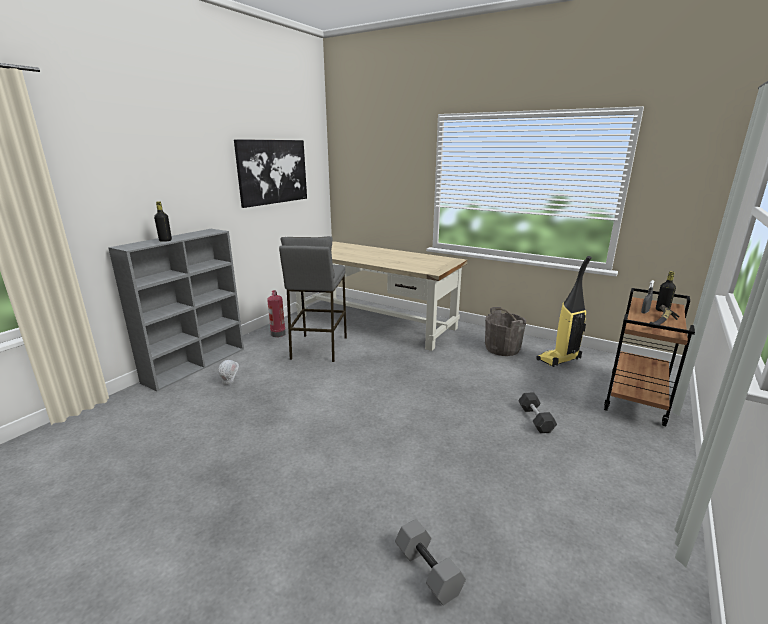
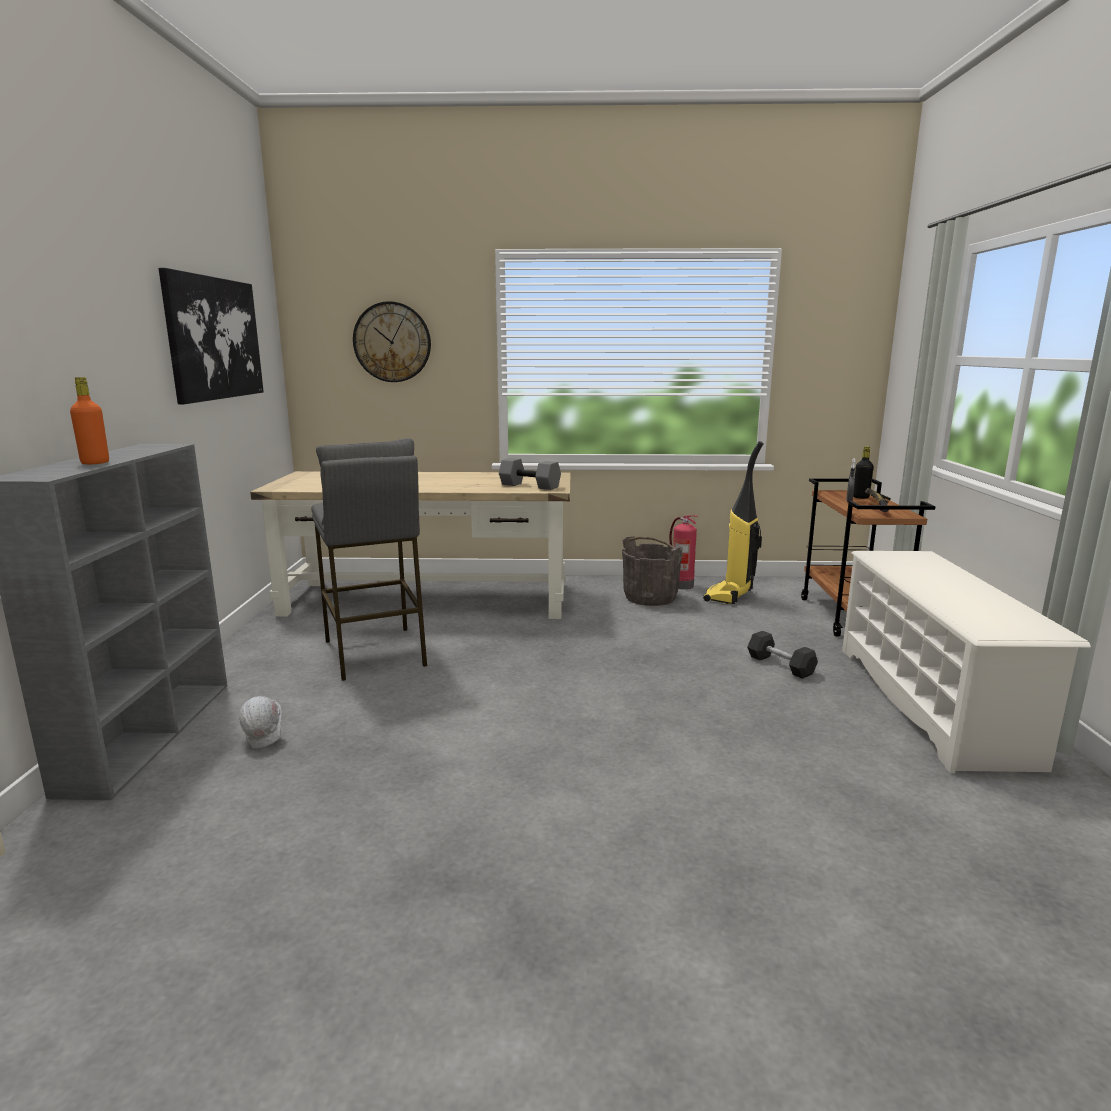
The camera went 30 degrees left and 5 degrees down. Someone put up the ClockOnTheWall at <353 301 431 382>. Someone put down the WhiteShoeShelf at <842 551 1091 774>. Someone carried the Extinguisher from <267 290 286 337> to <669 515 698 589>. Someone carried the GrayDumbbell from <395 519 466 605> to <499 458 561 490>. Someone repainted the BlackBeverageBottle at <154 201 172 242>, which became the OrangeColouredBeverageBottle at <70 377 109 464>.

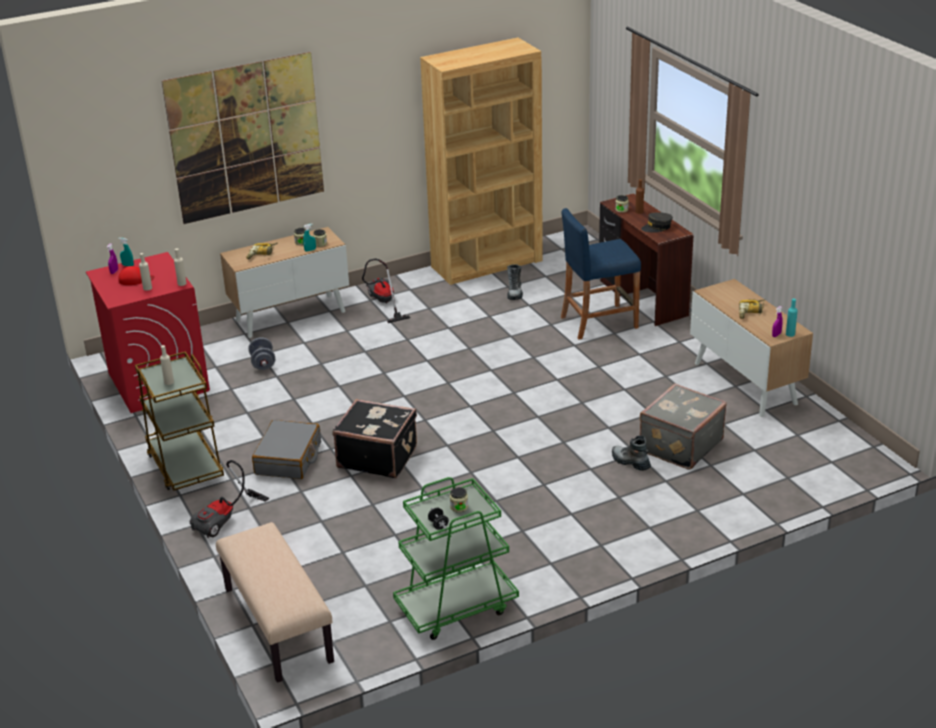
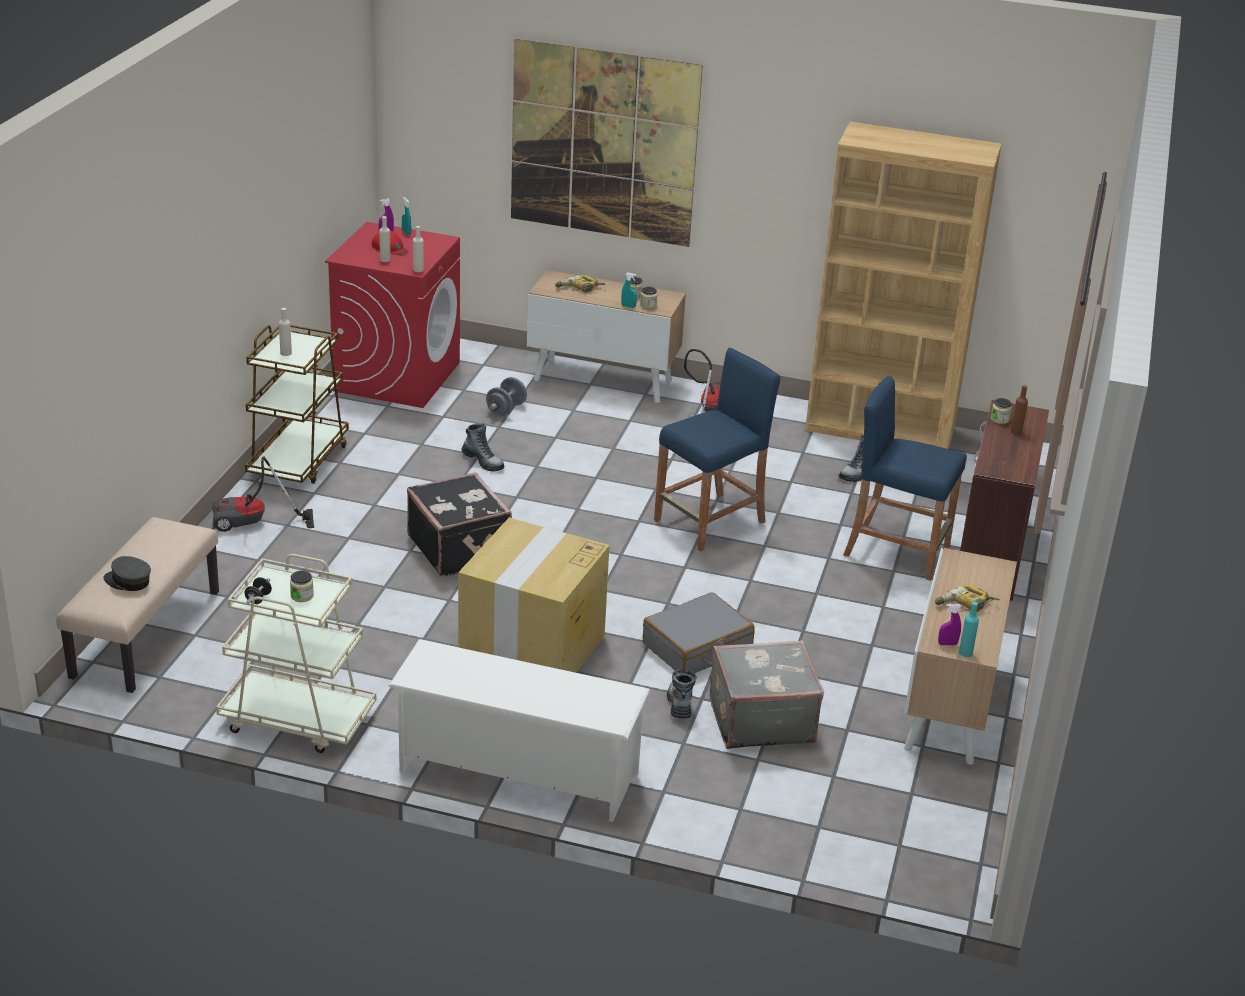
The camera went 40 degrees right and 0 degrees up. Someone put down the WhiteShoeShelf at <388 639 650 822>. Someone put down the CardboardBox at <458 518 609 673>. Someone put down the Boot at <462 423 504 472>. Someone put down the BlueStool at <654 348 780 552>. Someone carried the GrayPieceOfLuggage from <252 420 321 479> to <643 592 755 673>. Someone carried the GrayCap from <641 212 673 232> to <103 556 151 591>. Someone repainted the GreenColouredTrolley at <393 477 519 640>, which became the SandColouredTrolley at <216 554 376 753>.

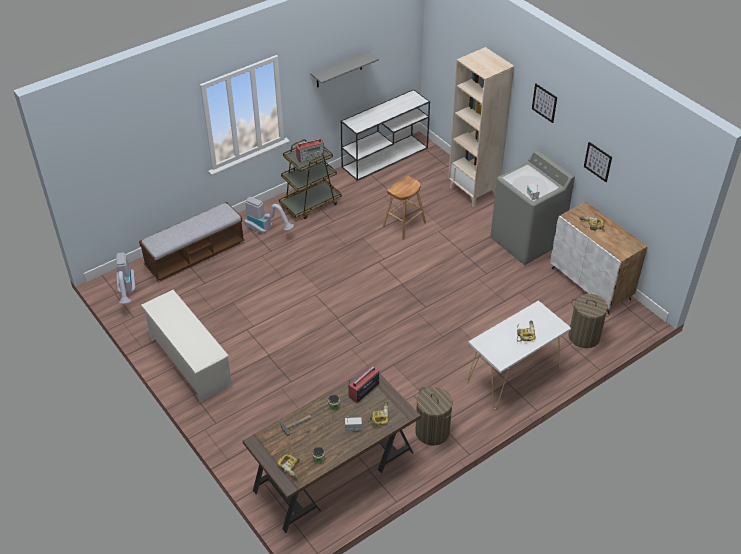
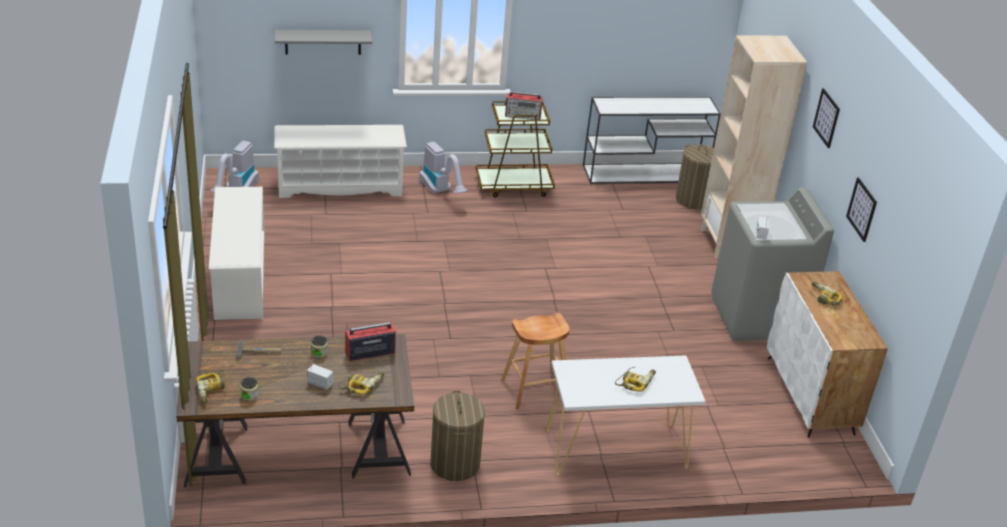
The camera went 25 degrees right and 10 degrees down. Someone carried the GrayWallShelf from <310 50 379 87> to <275 30 372 55>. Someone carried the BrownishStool from <382 176 426 240> to <501 313 570 410>. Someone carried the Hamper from <568 294 611 348> to <676 144 714 209>. Someone swapped the Bench at <139 202 244 281> for the WhiteShoeShelf at <274 125 407 198>.

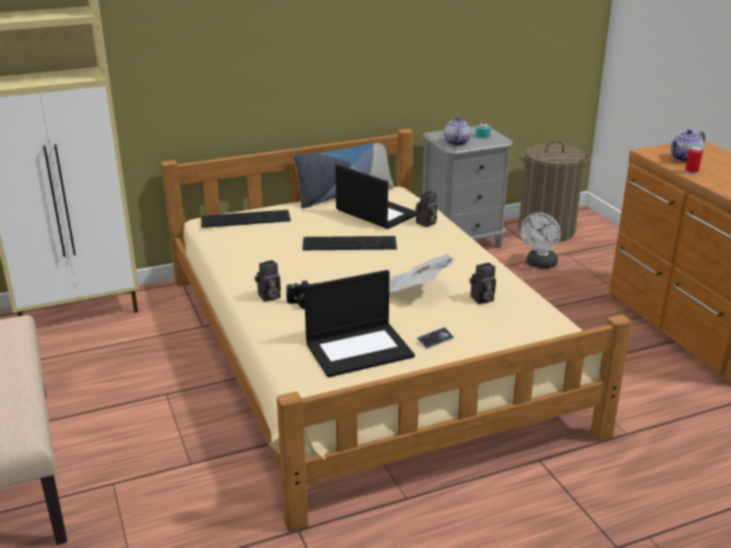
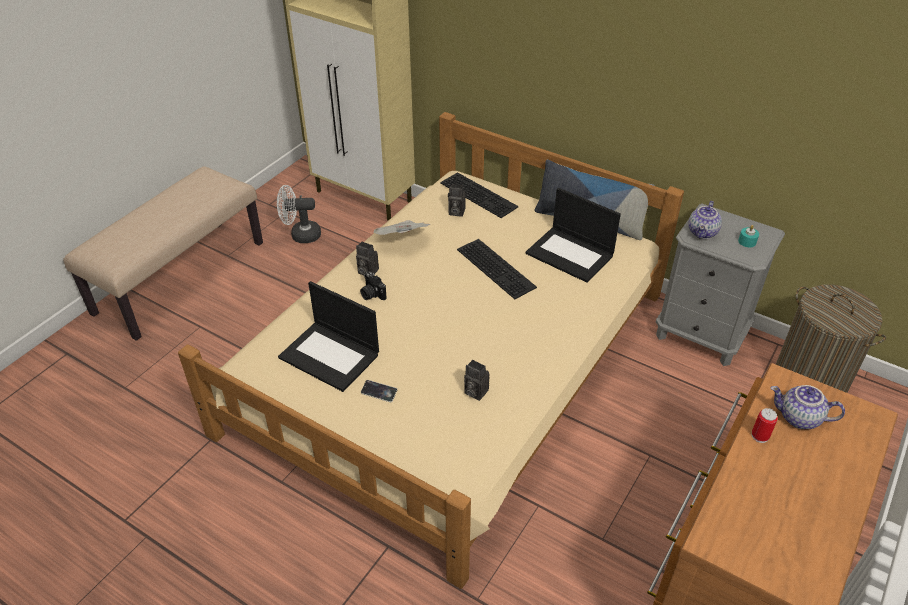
The camera went 55 degrees right and 15 degrees up. Someone carried the DailyPaper from <389 254 454 293> to <373 220 430 235>. Someone carried the PhotoCamera from <415 191 437 227> to <448 184 466 217>. Someone carried the WhiteElectricFan from <520 213 561 269> to <277 185 321 243>. Someone rotated the NotebookComputer at <335 164 416 229> by 120 degrees clockwise. Someone rotated the PotForTea at <444 117 471 146> by 150 degrees clockwise.

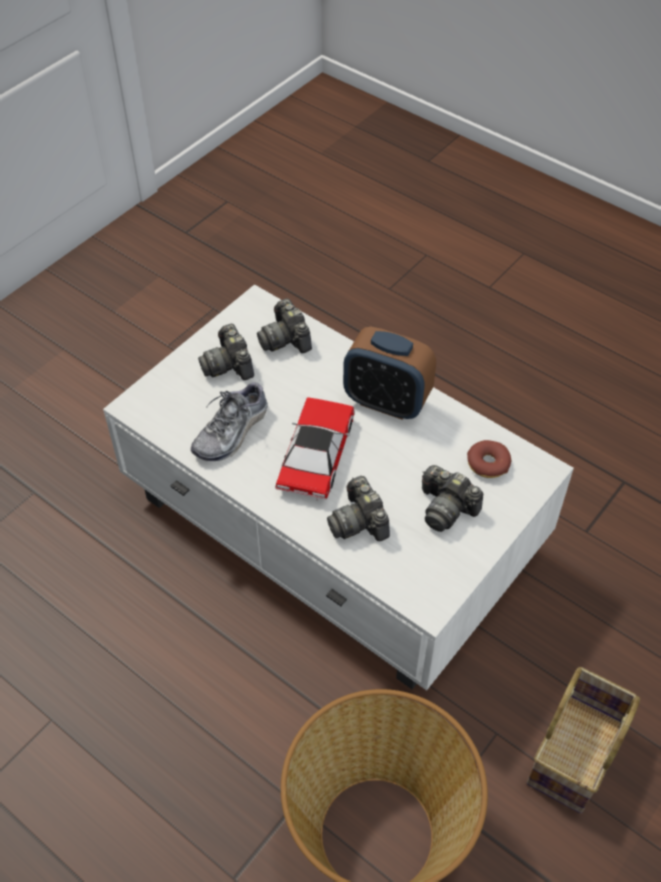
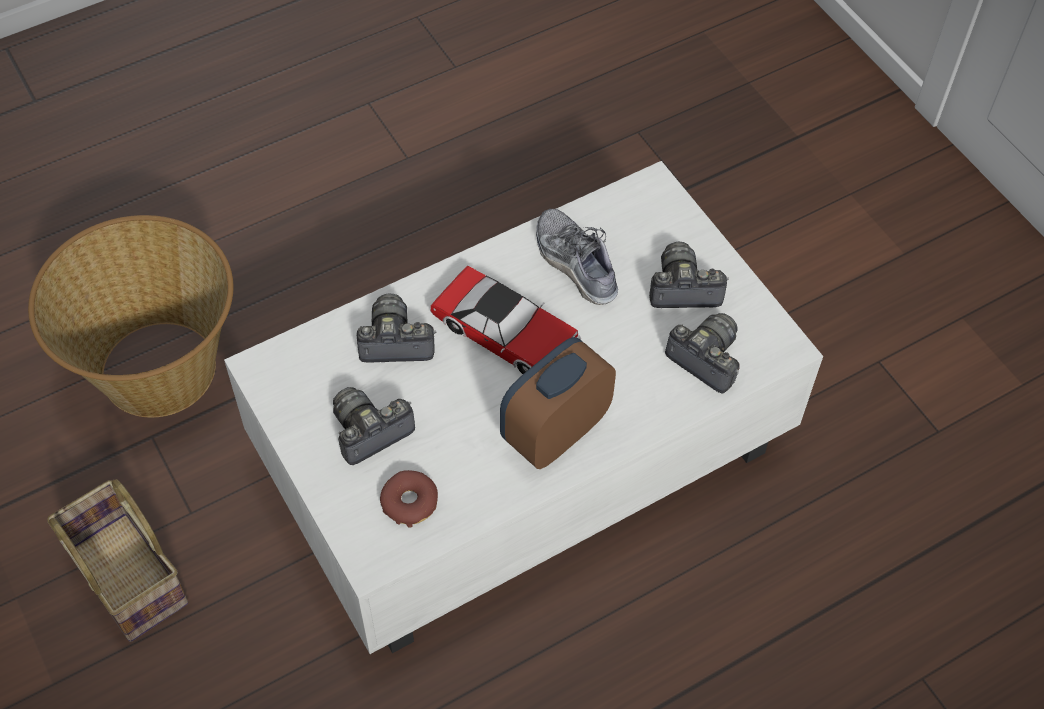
The camera went 110 degrees right and 5 degrees up. Someone rotated the PhotoCamera at <257 299 312 353> by 45 degrees clockwise.

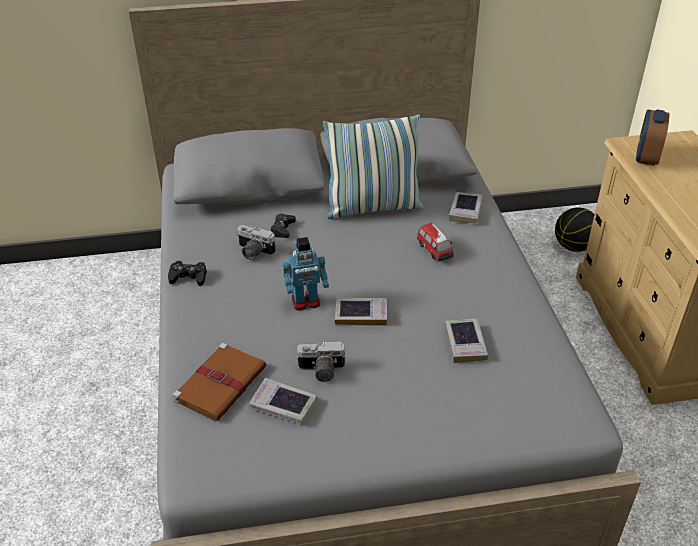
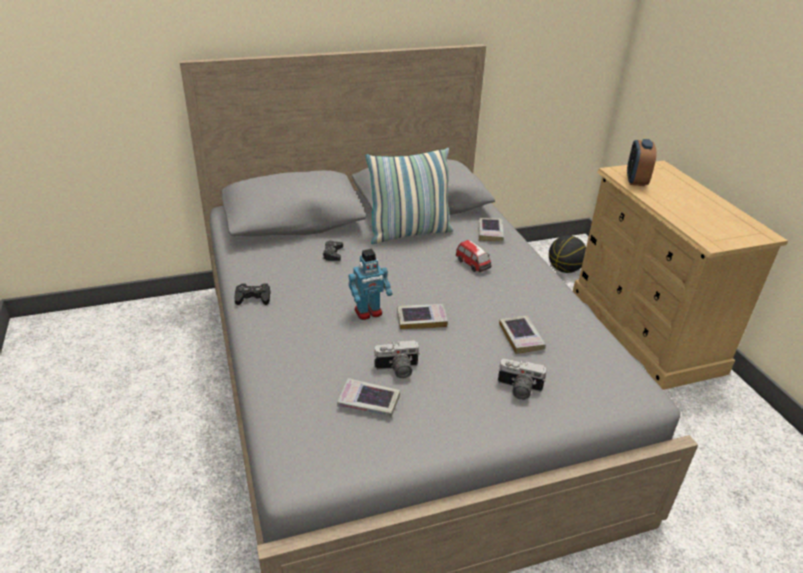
The camera went 10 degrees left and 5 degrees down. Someone took away the BrownishVolume at <172 343 267 421>. Someone carried the PhotoCamera from <236 225 276 260> to <498 359 546 400>.

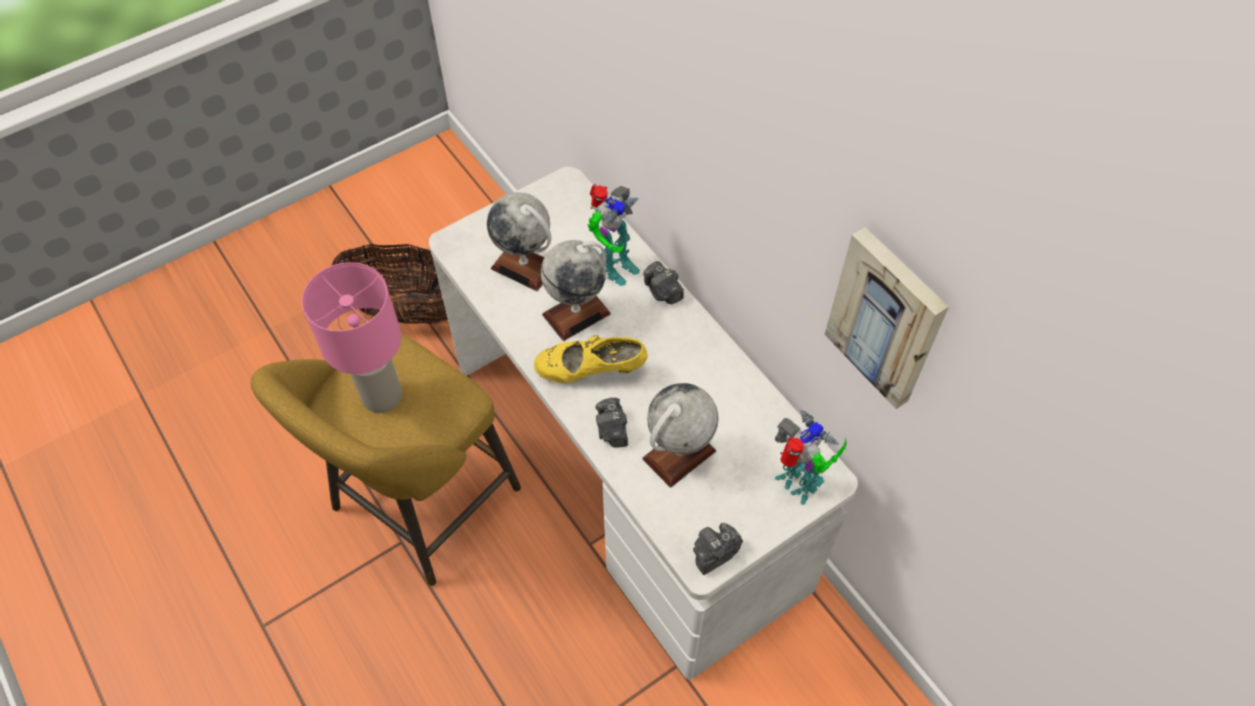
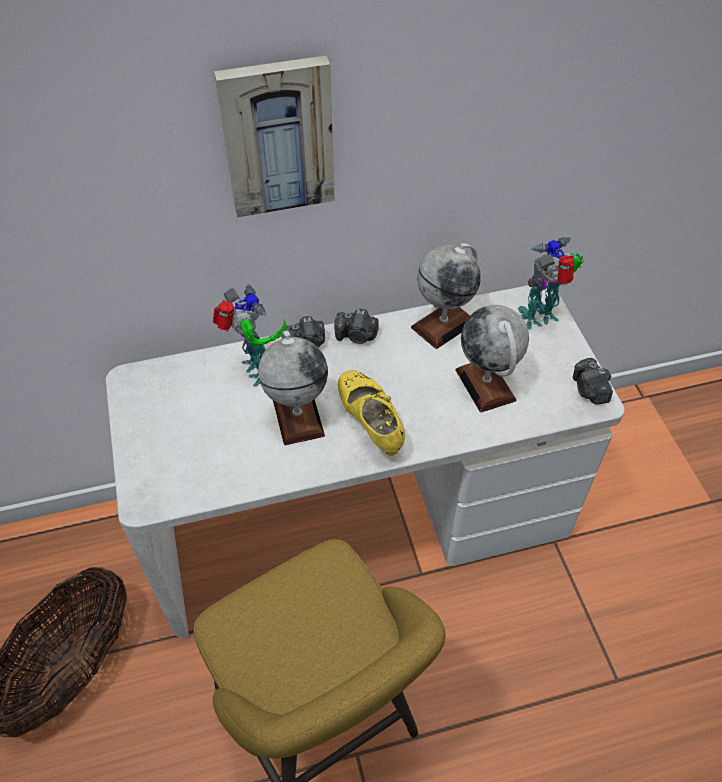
The camera went 70 degrees left and 5 degrees down. Someone took away the PinkTabletopLamp at <302 262 402 413>. Someone carried the Globe from <487 192 551 291> to <411 243 481 349>. Someone carried the PhotoCamera from <595 398 628 448> to <334 309 379 344>. Someone carried the Picture from <825 227 949 409> to <214 55 335 217>. Someone rotated the YellowLowShoe at <534 335 648 383> by 135 degrees clockwise.

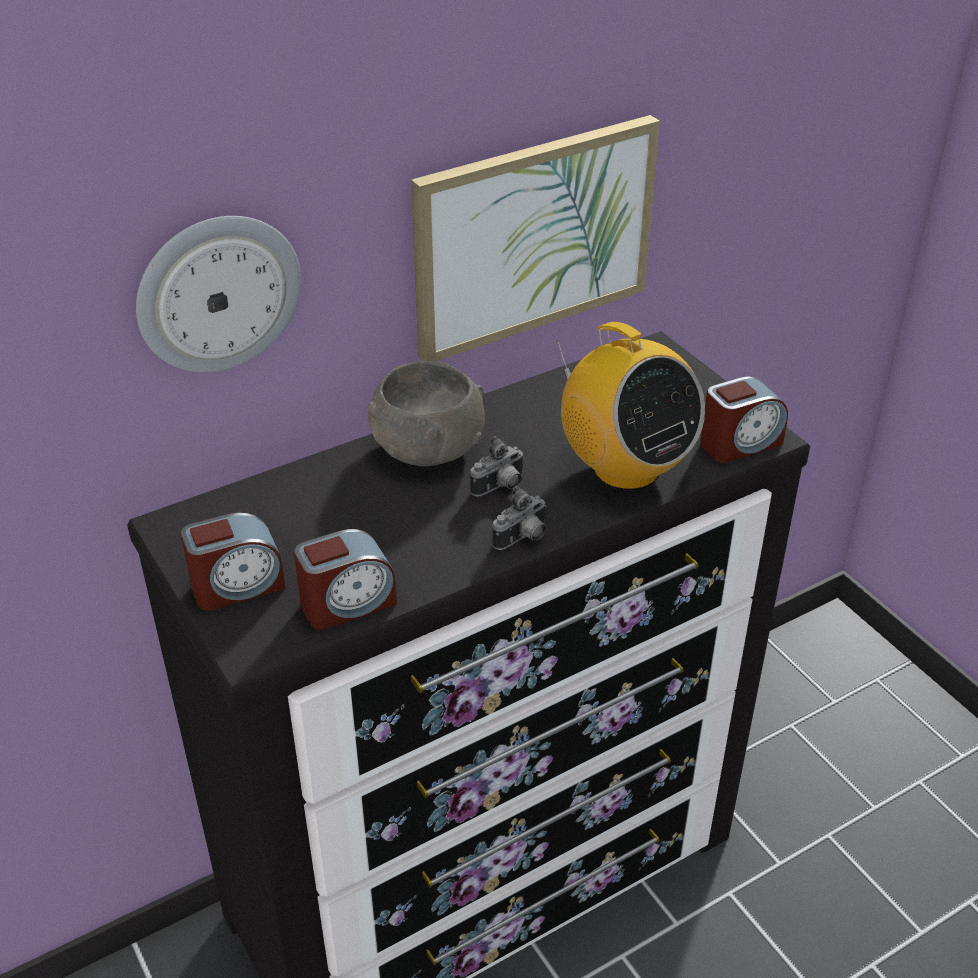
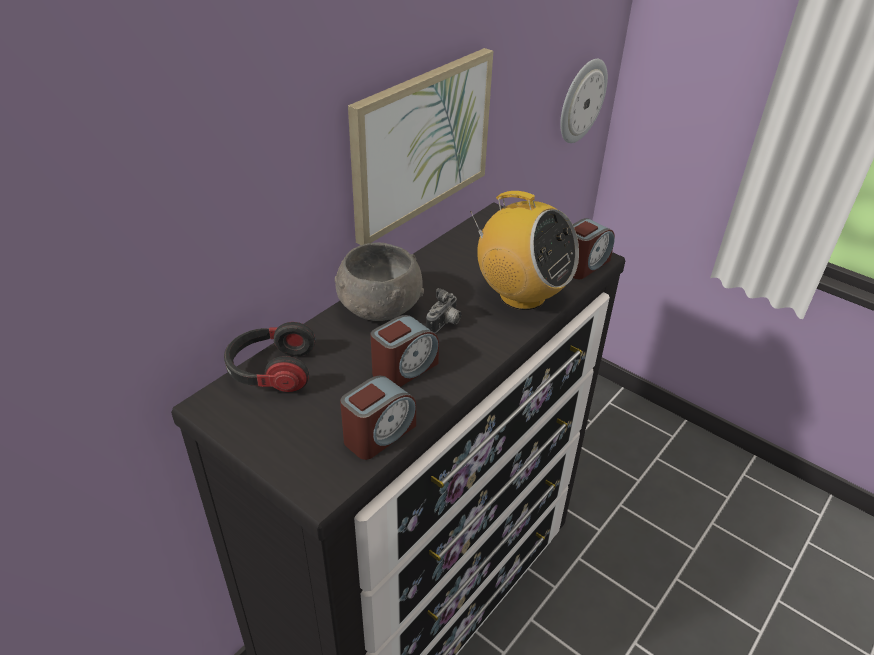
The camera went 20 degrees left and 0 degrees up. Someone took away the PhotoCamera at <492 486 547 550>. Someone put down the Headphones at <224 322 316 392>. Someone carried the ClockOnTheWall from <136 216 301 372> to <560 59 608 143>. Someone carried the TableClock from <181 512 286 611> to <371 315 439 387>.

